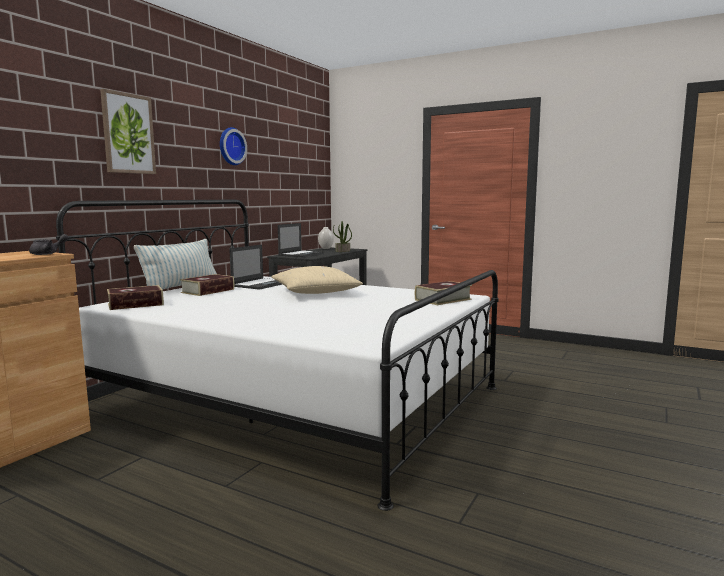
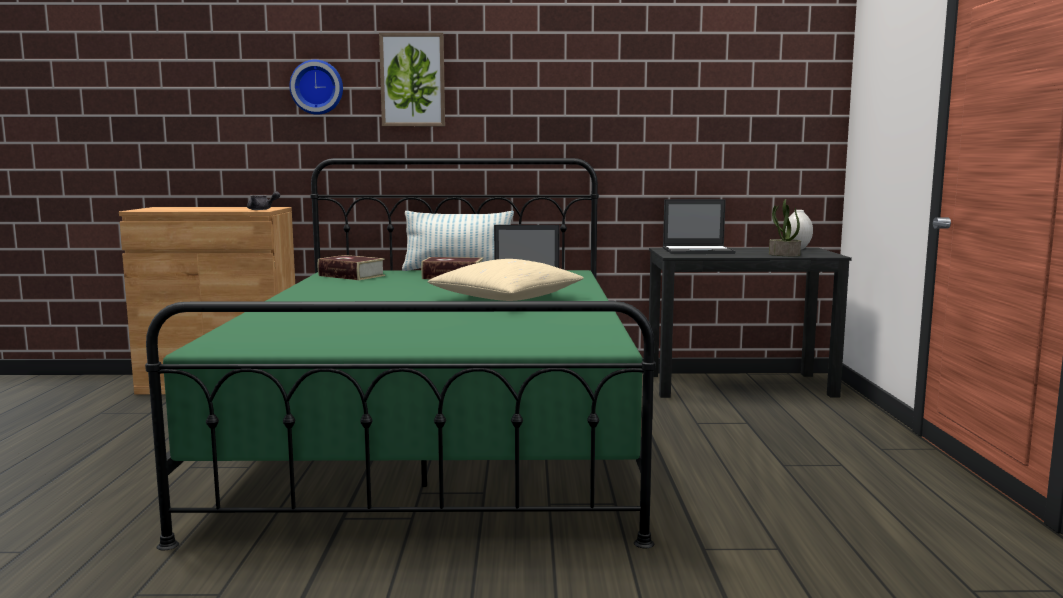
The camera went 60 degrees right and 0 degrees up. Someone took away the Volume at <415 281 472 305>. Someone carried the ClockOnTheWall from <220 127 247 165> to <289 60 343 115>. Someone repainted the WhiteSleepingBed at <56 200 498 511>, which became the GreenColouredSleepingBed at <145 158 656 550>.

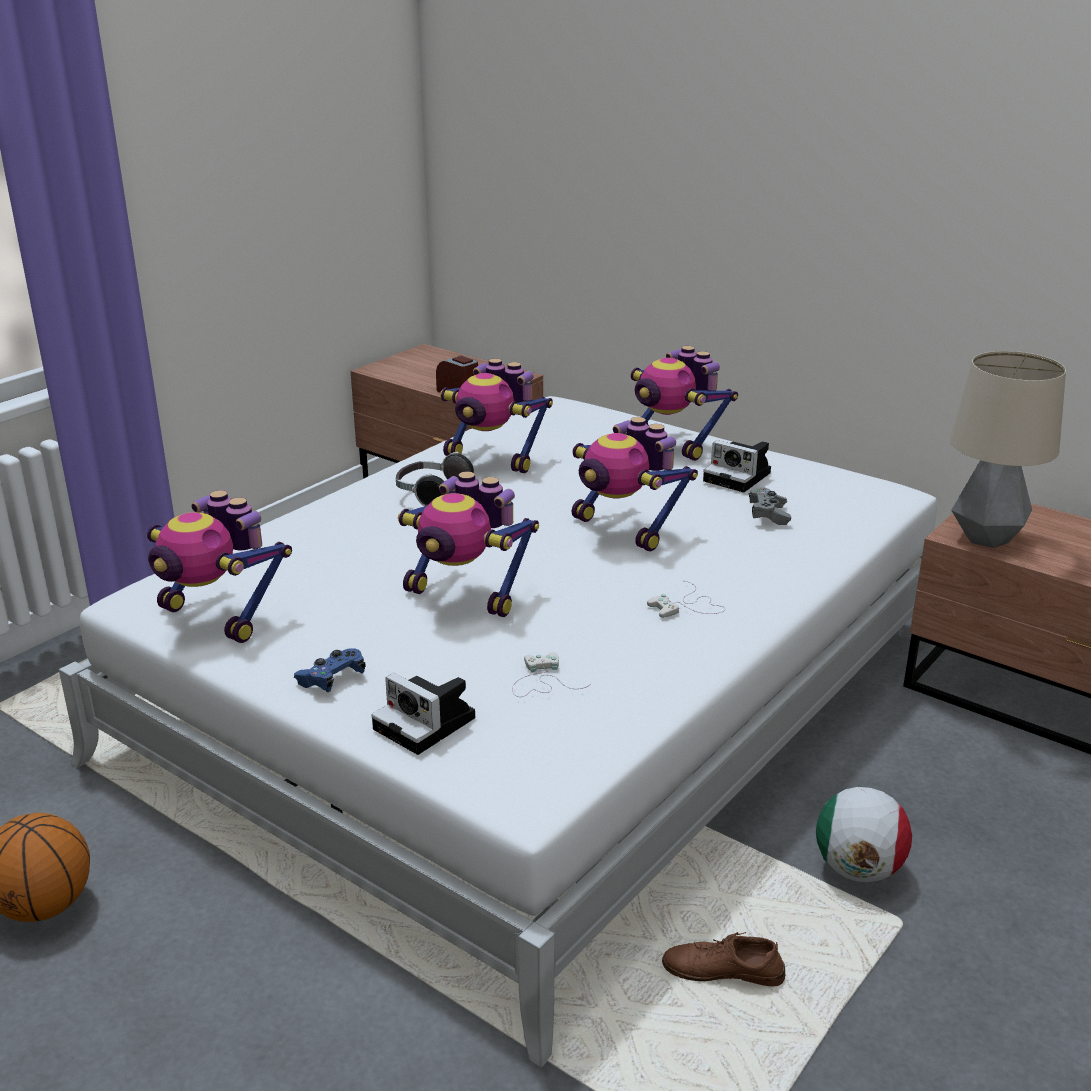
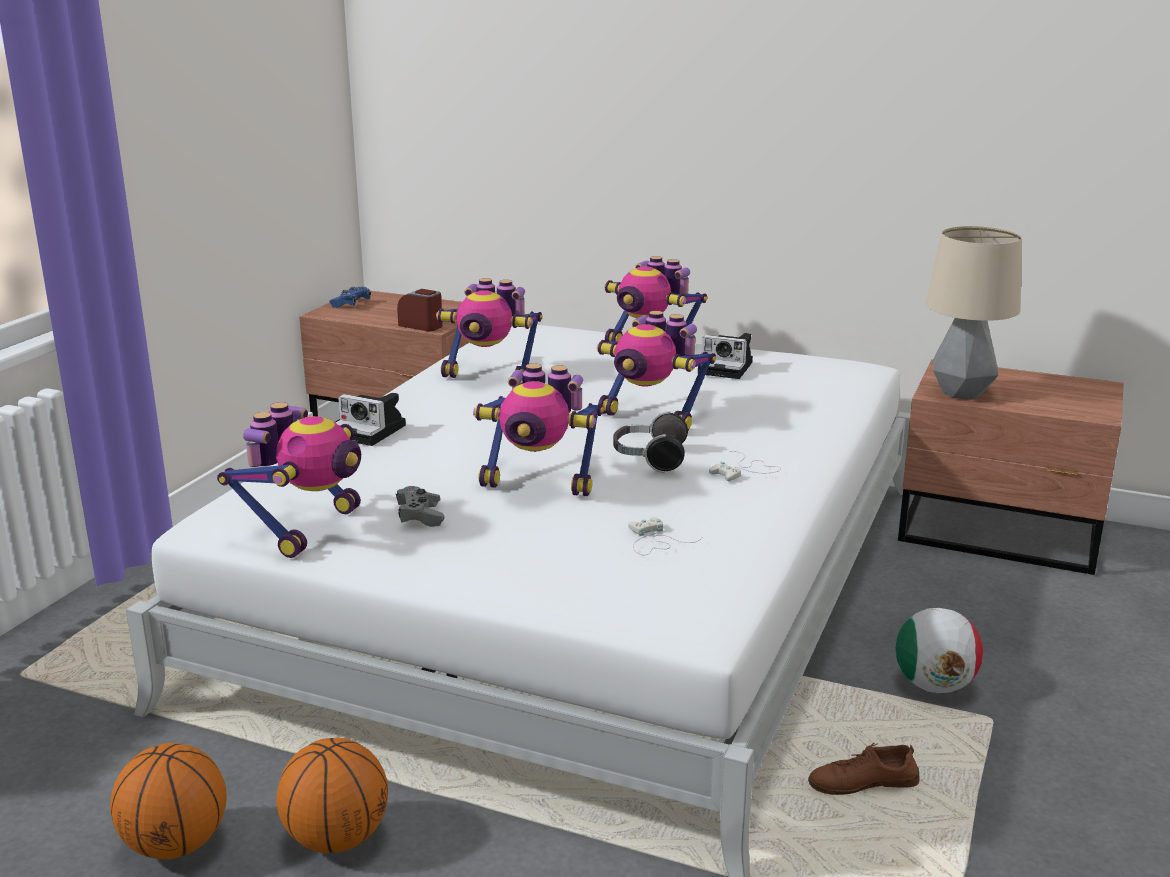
The camera went 15 degrees left and 5 degrees down. Someone put down the BallForBasketball at <276 738 388 853>. Someone carried the BlueGameController from <294 648 366 692> to <330 287 371 308>. Someone carried the PhotoCamera from <372 673 475 755> to <336 393 406 446>. Someone carried the Headphones from <396 452 474 506> to <613 411 688 473>. Someone carried the GrayGameController from <749 487 791 525> to <396 486 444 527>. Someone rotated the ToyRobot at <147 490 292 643> by 90 degrees counterclockwise.

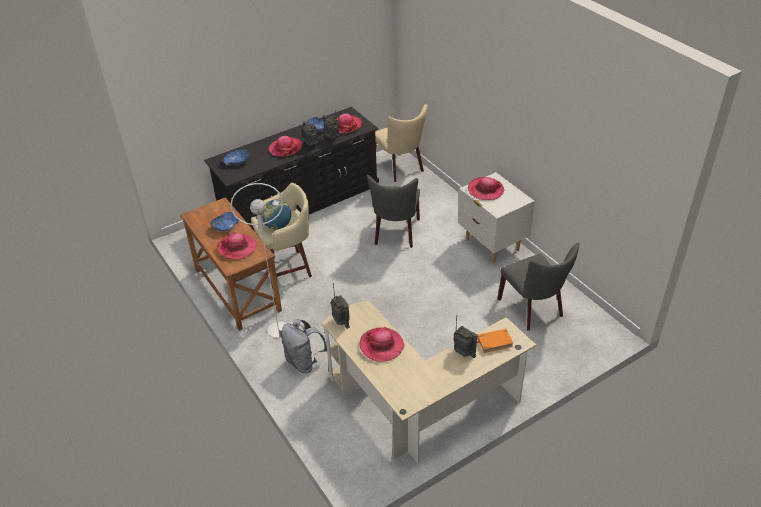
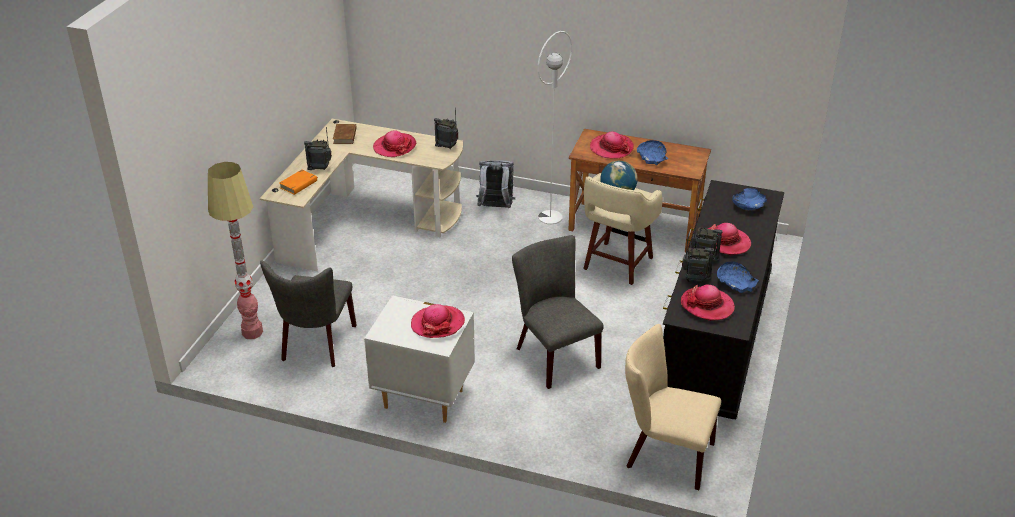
The camera went 140 degrees right and 5 degrees down. Someone put down the StandingLamp at <208 162 263 339>. Someone put down the BrownishVolume at <333 124 357 144>. Someone rotated the GrayPlainChair at <498 242 579 331> by 105 degrees counterclockwise.

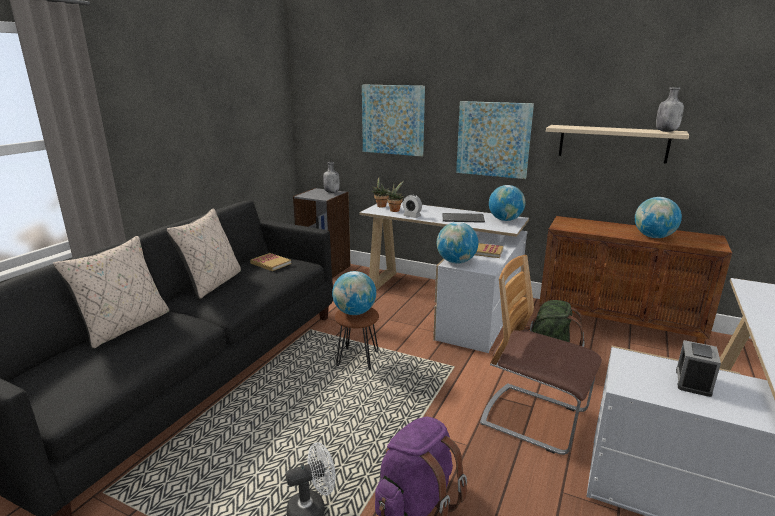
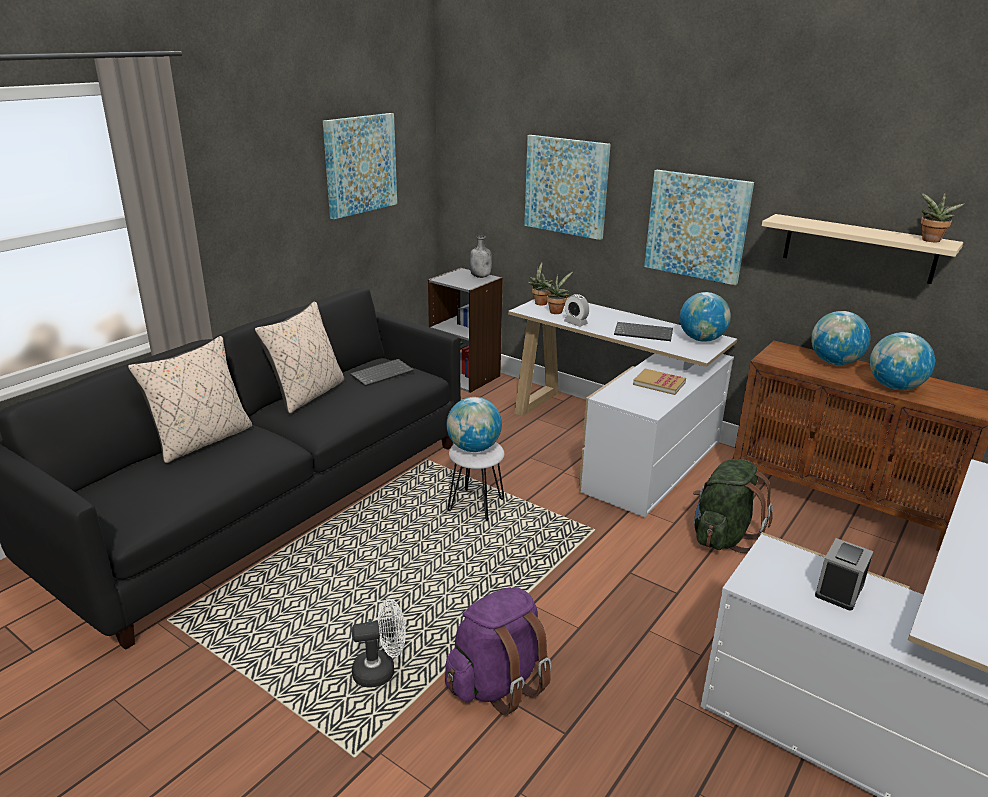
The camera went 10 degrees right and 5 degrees up. Someone took away the PlainChair at <480 255 602 455>. Someone put up the Picture at <323 113 397 219>. Someone carried the Globe from <437 222 478 264> to <811 311 870 365>. Someone swapped the Volume at <250 253 291 271> for the Keyboard at <350 359 414 387>. Someone swapped the GrayBeverageBottle at <656 87 684 132> for the PottedPlant at <921 193 965 243>. Someone repainted the BrownishStool at <335 307 379 370>, which became the WhiteStool at <447 442 504 521>.

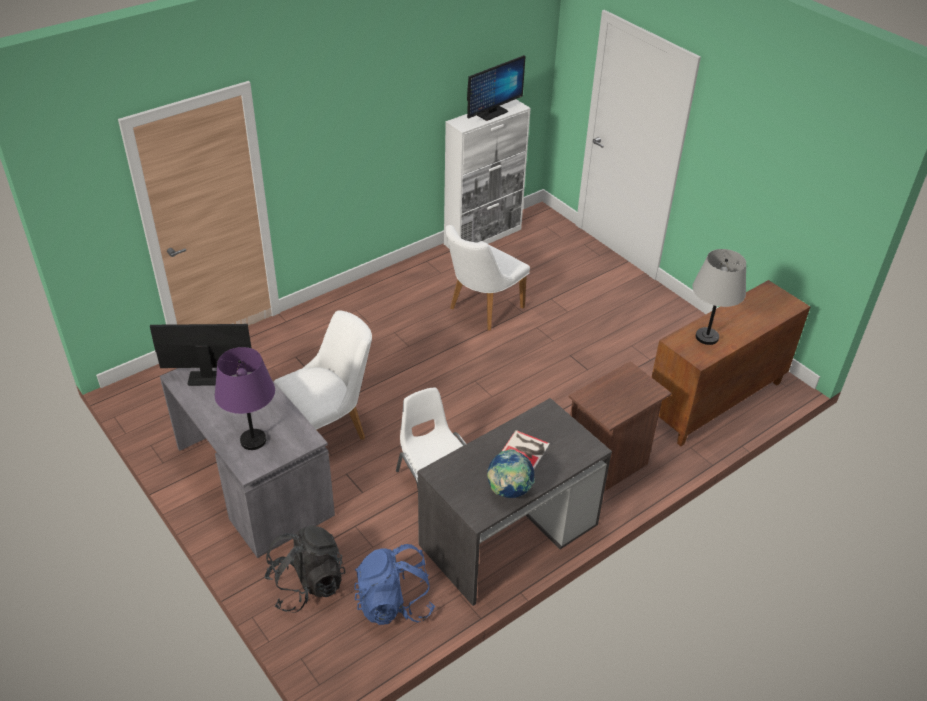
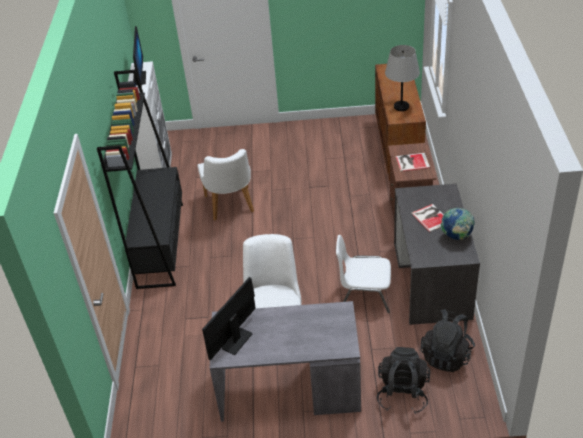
The camera went 50 degrees left and 0 degrees up. Someone took away the PurpleColouredTabletopLamp at <215 347 275 450>. Someone put down the BlackBookshelf at <97 70 183 289>. Someone put down the Volume at <396 153 430 172>. Someone repainted the BlueBackpack at <354 544 435 625>, which became the BlackBackpack at <421 309 475 372>.

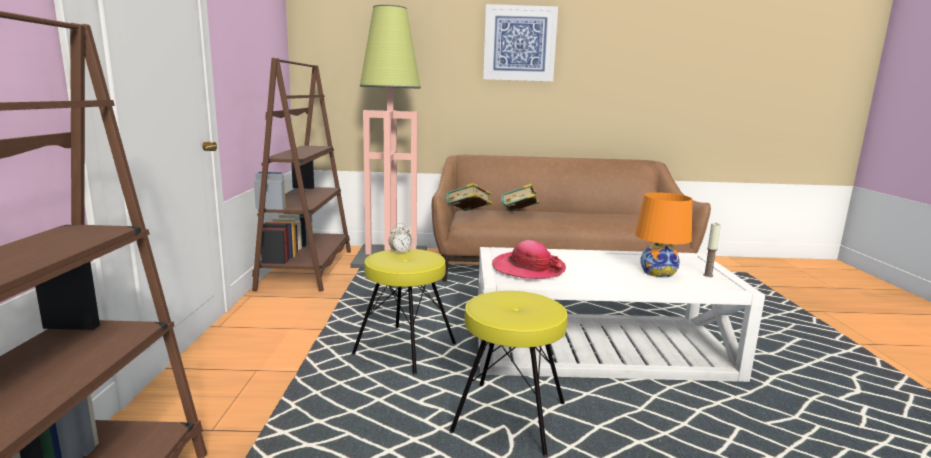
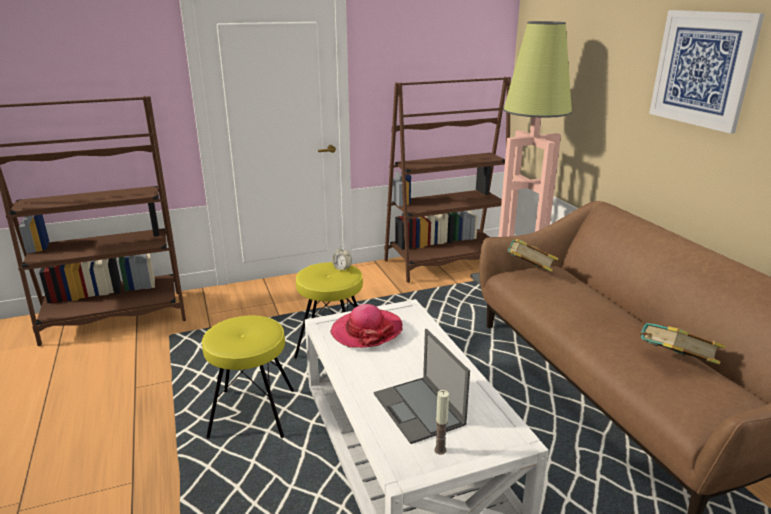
The camera went 70 degrees right and 10 degrees up. Someone carried the Volume from <501 183 539 212> to <640 323 725 364>. Someone swapped the OrangeColouredTabletopLamp at <635 192 692 278> for the NotebookComputer at <374 329 470 444>.

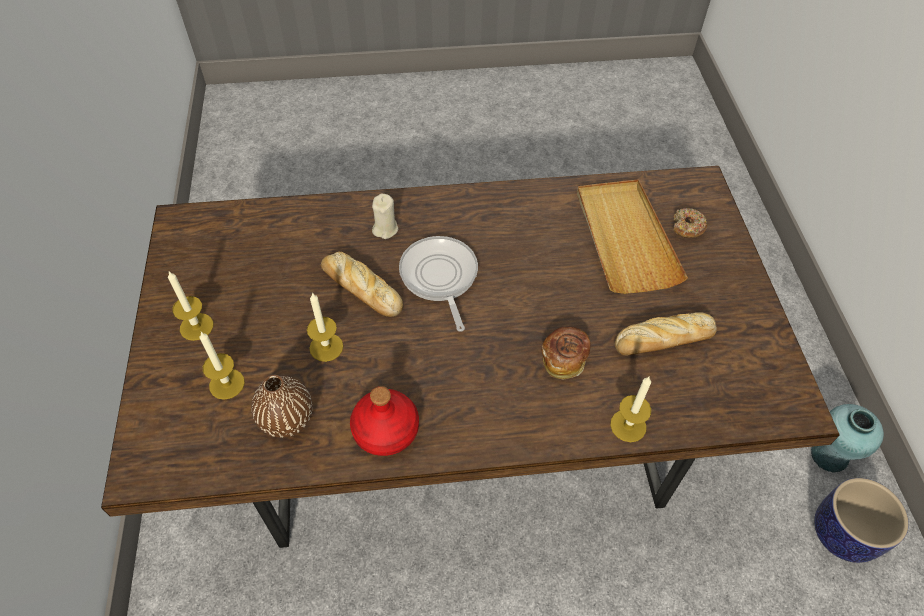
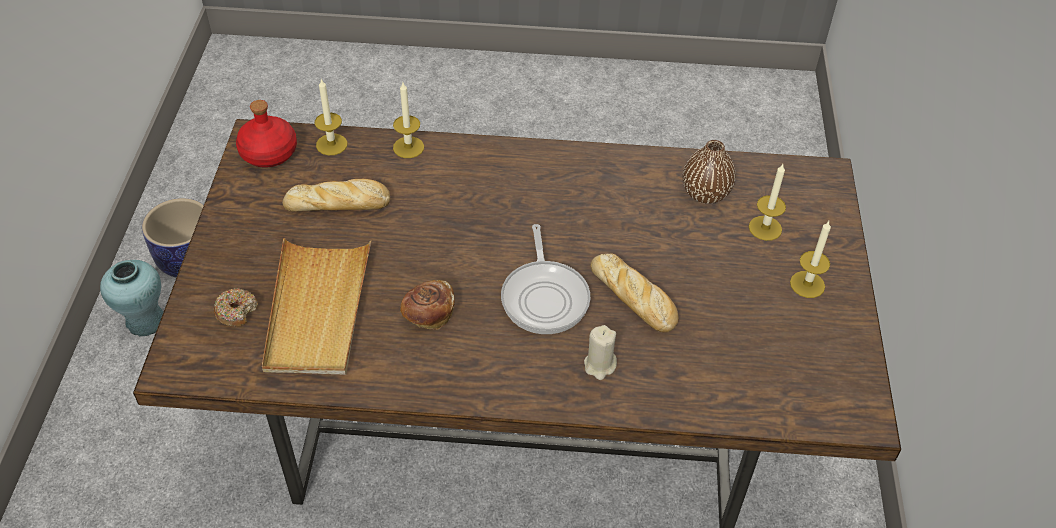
The camera went 170 degrees left and 5 degrees down. Someone carried the Candle from <307 292 343 362> to <315 79 347 155>. Someone carried the ReddishBeverageBottle from <350 386 419 456> to <236 100 297 167>. Someone carried the BakedBread from <542 327 591 379> to <400 280 455 330>.

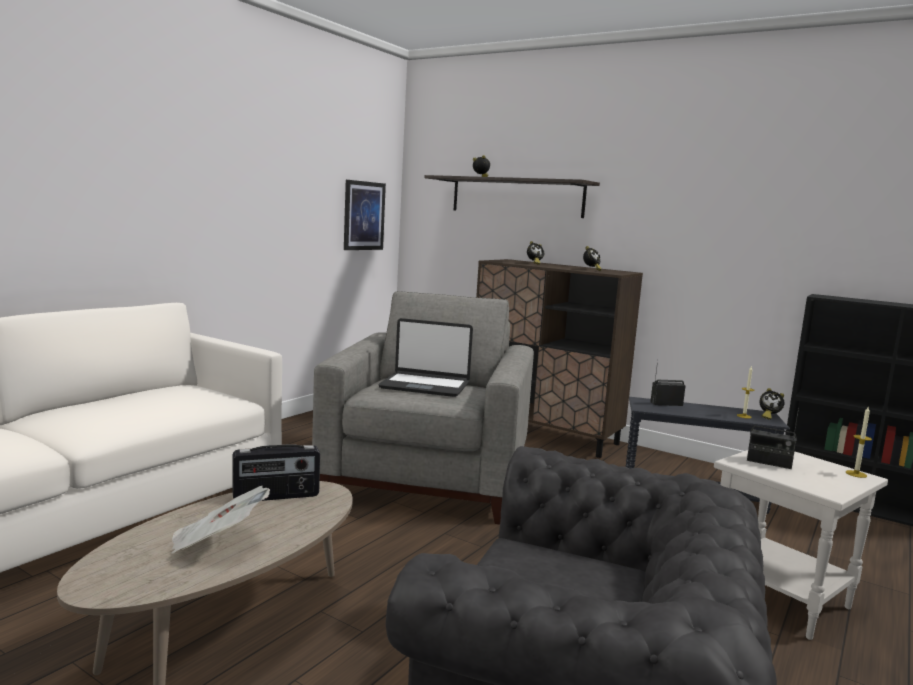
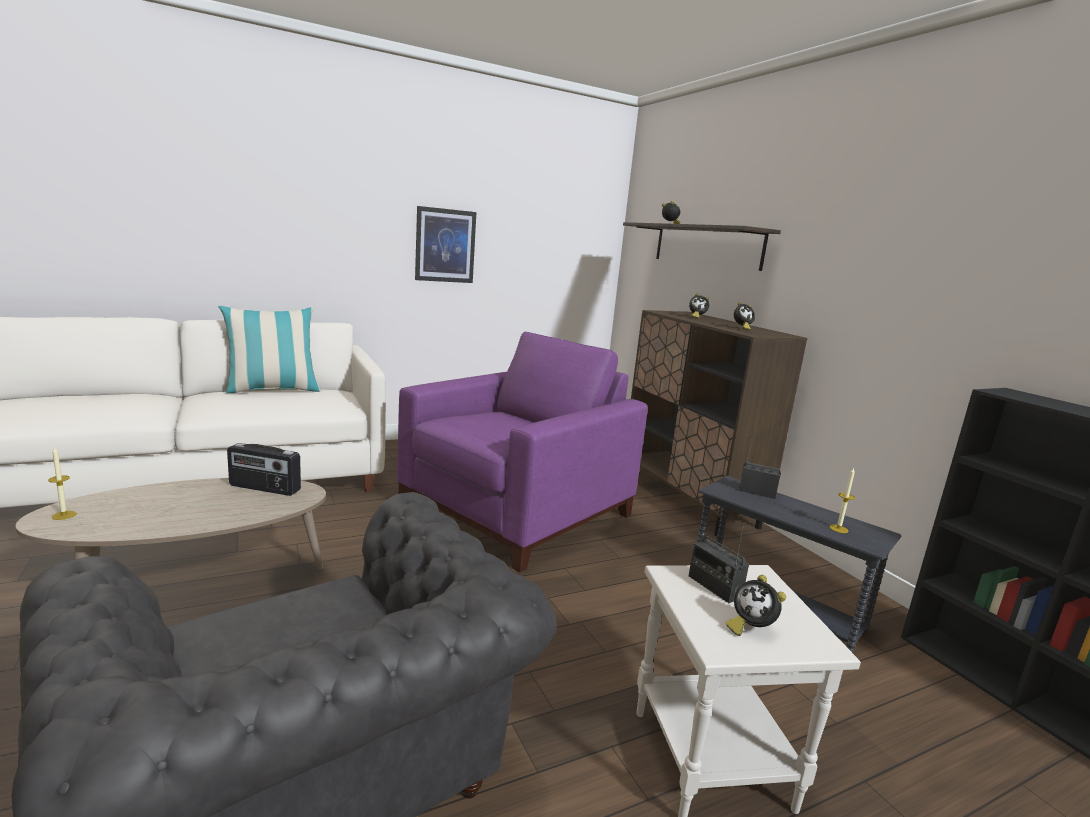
The camera went 30 degrees right and 5 degrees up. Someone took away the DailyPaper at <171 485 270 554>. Someone took away the NotebookComputer at <378 318 473 397>. Someone put down the Cushion at <218 306 321 393>. Someone carried the Picture from <344 180 386 250> to <415 206 476 283>. Someone carried the TableClock from <759 388 784 420> to <726 575 786 636>. Someone carried the Candle from <846 407 872 478> to <48 447 76 520>. Someone repainted the GrayLoungeChair at <312 291 534 524>, which became the PurpleColouredLoungeChair at <397 332 648 573>.

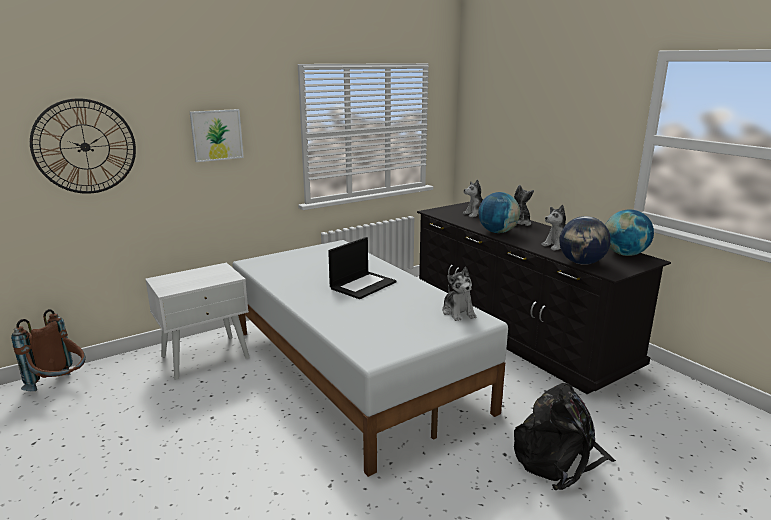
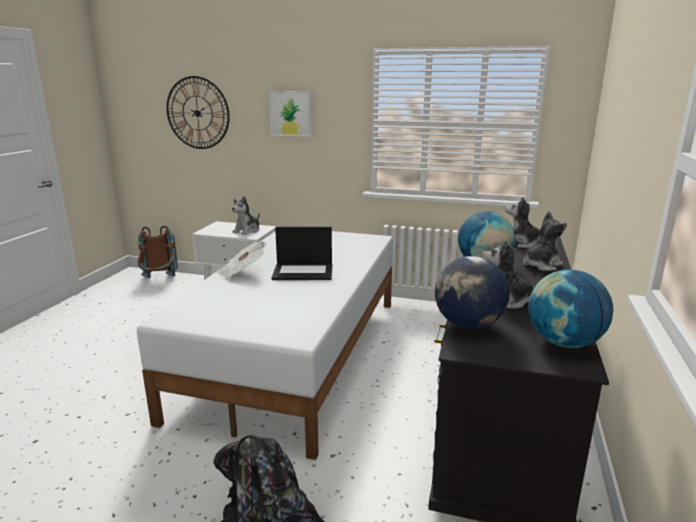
The camera went 50 degrees right and 0 degrees up. Someone put down the DailyPaper at <216 241 267 278>. Someone carried the PlushToy from <442 267 476 321> to <232 196 260 235>.

